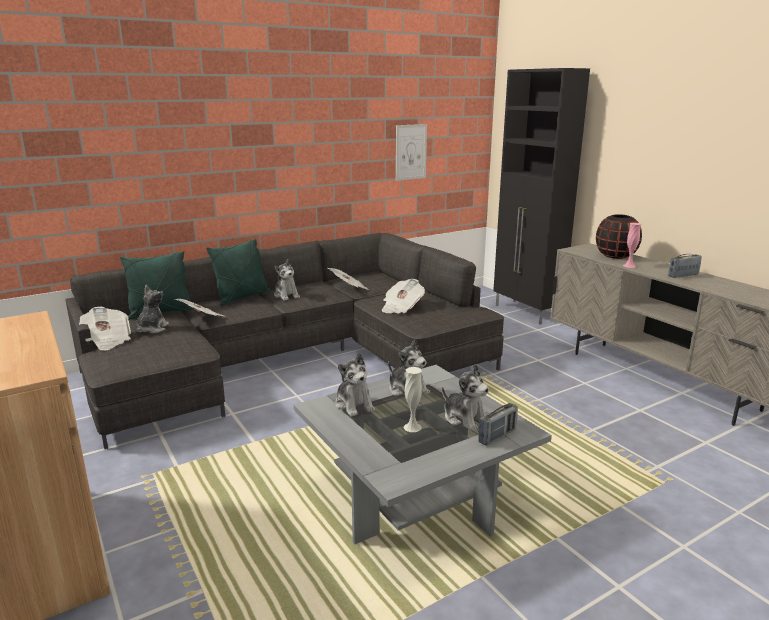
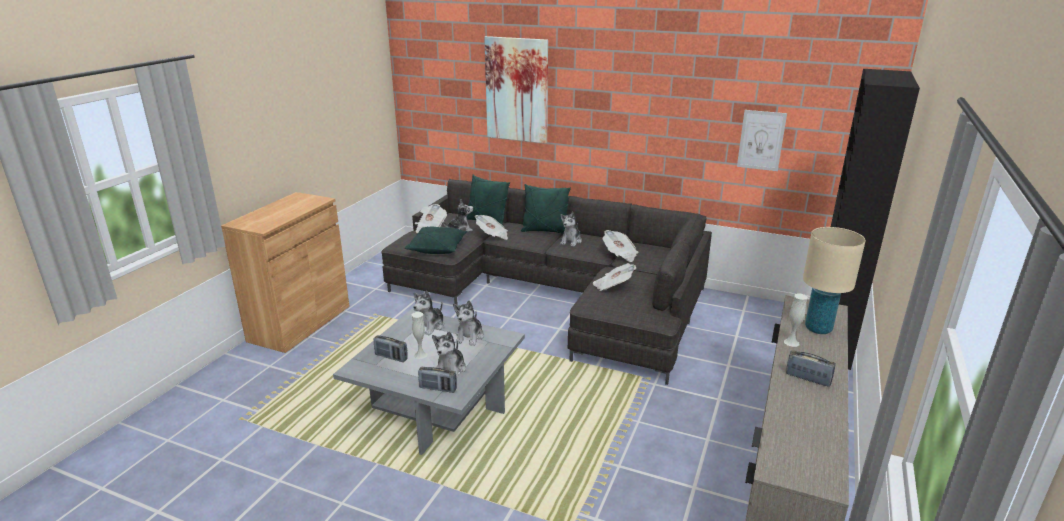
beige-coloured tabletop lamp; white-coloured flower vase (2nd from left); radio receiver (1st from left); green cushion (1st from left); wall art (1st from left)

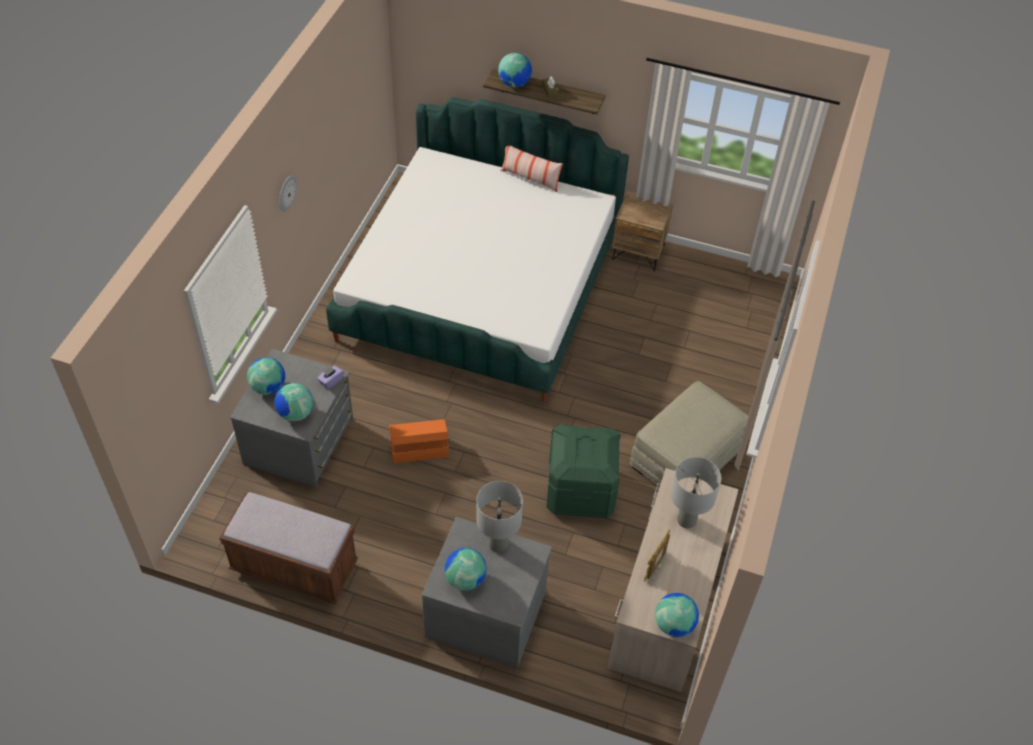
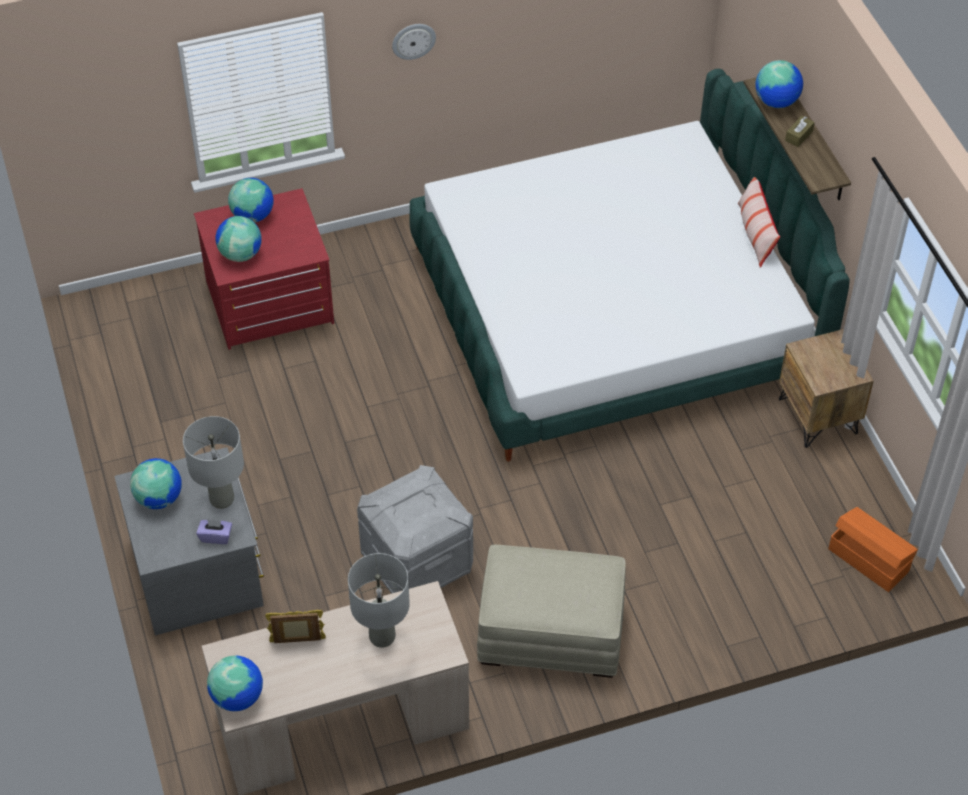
brown-coloured bench; red dresser; purplish tissue holder; orangey storage container; gray storage container

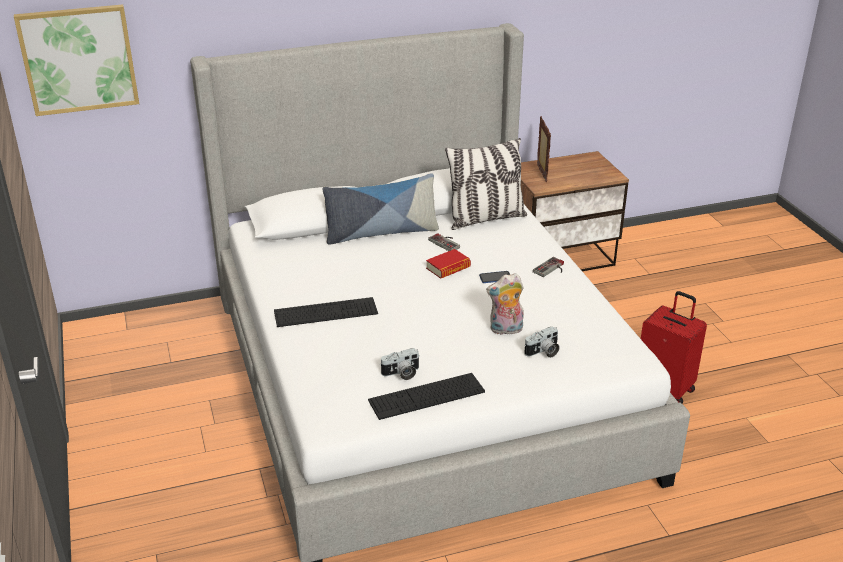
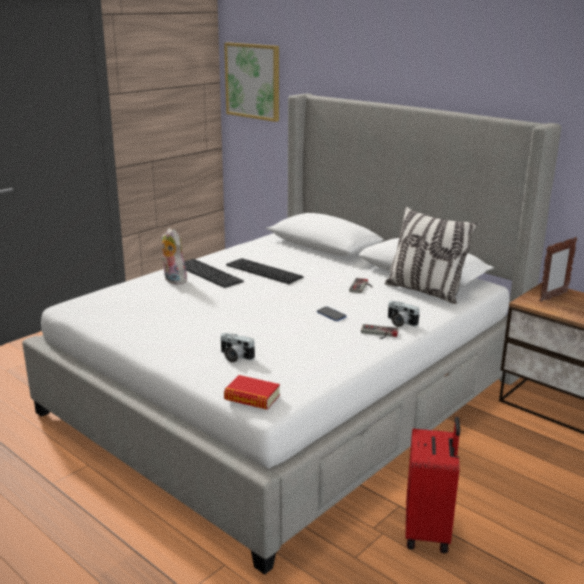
cushion (1st from left in the first image); PC keyboard (2nd from left); still camera (2nd from left); book; soft toy

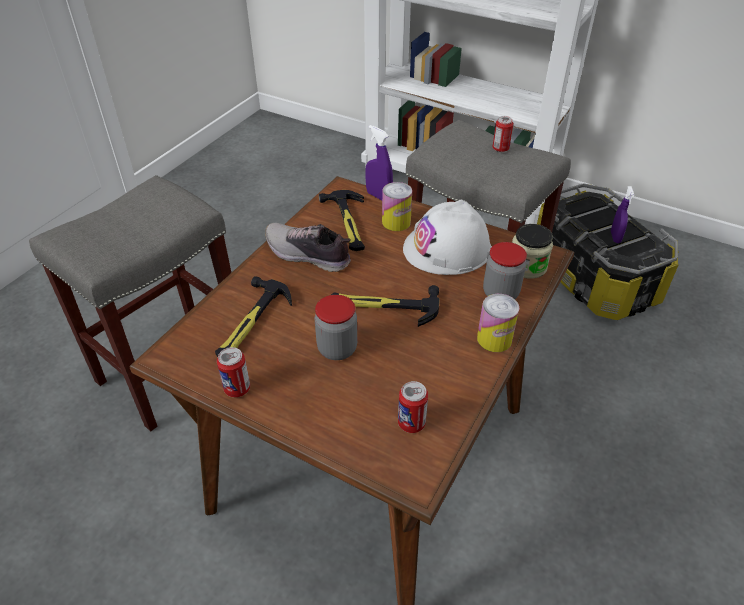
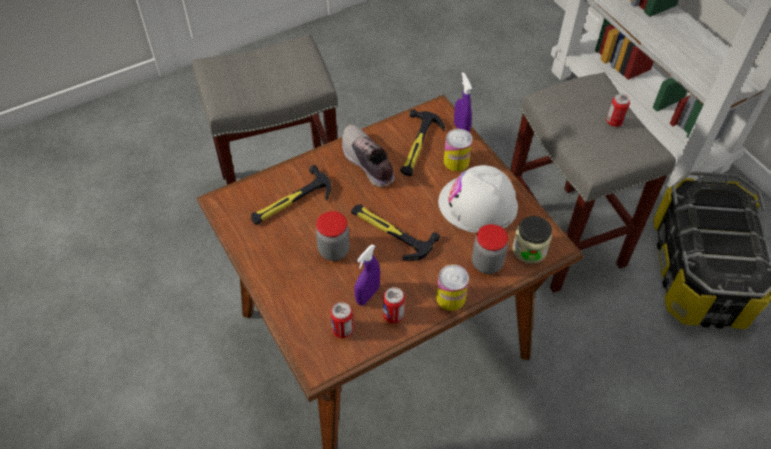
can (2nd from left); purplish spray bottle (1st from left)

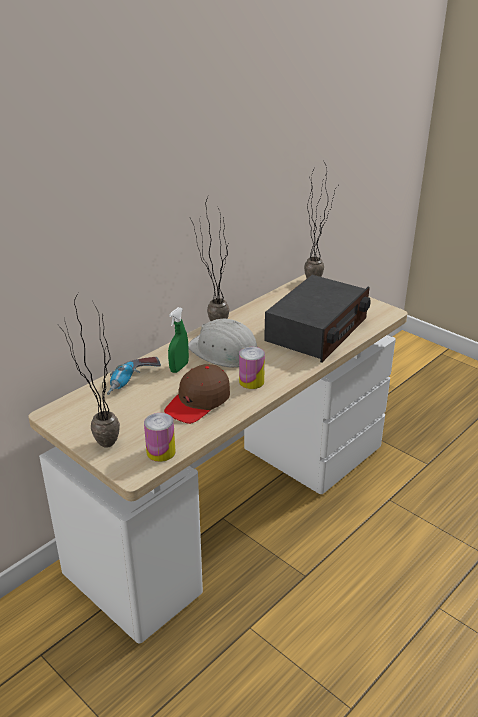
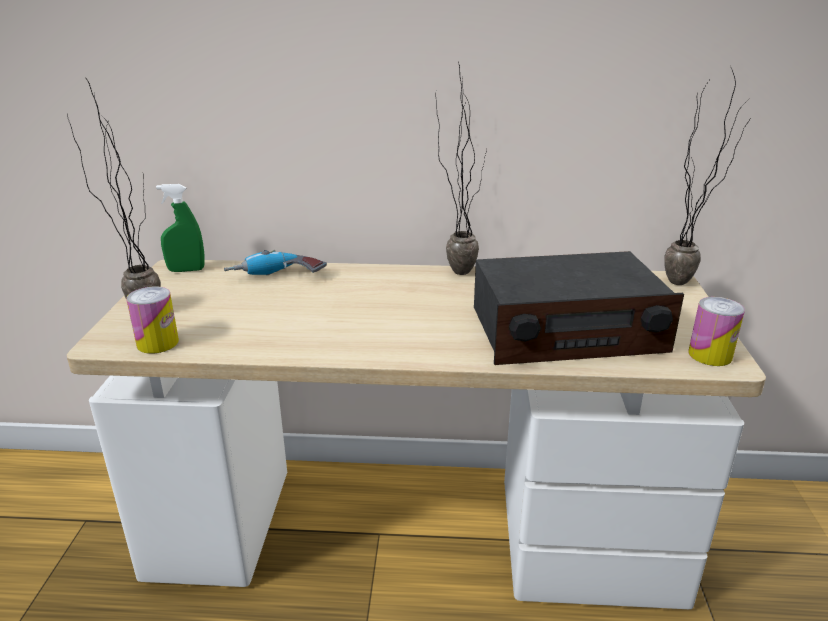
brown-coloured baseball cap; green spray bottle; white-coloured hard hat; can (2nd from left)

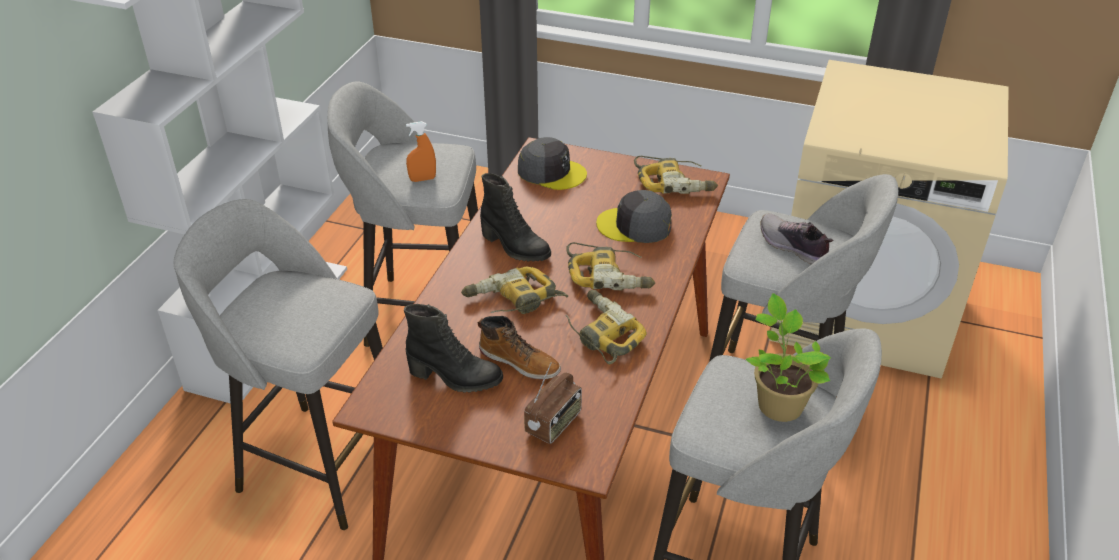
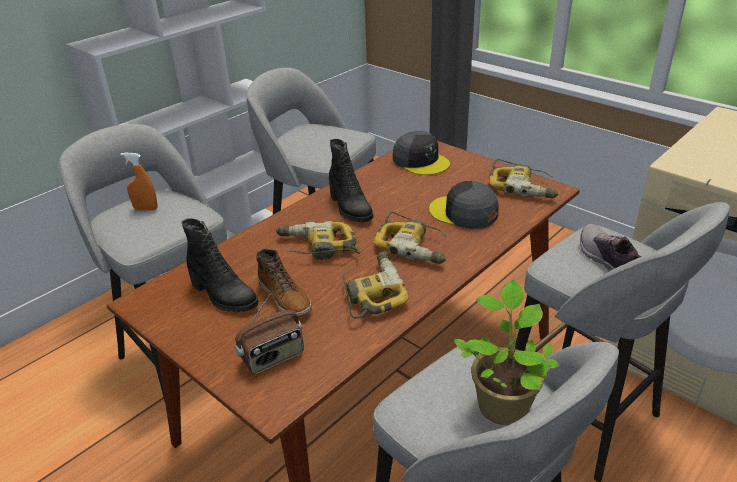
orangey spray bottle

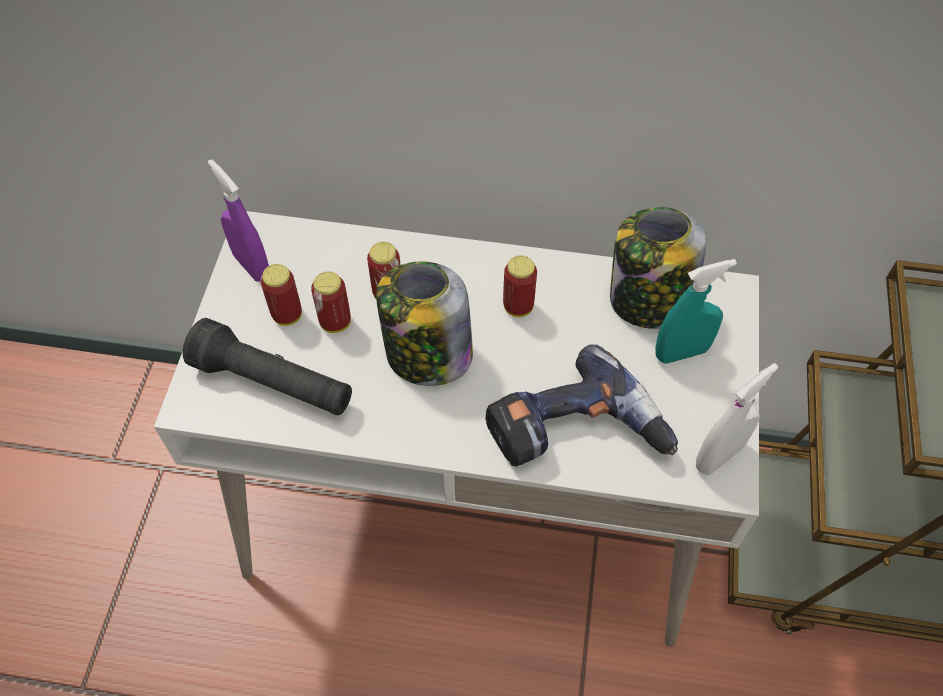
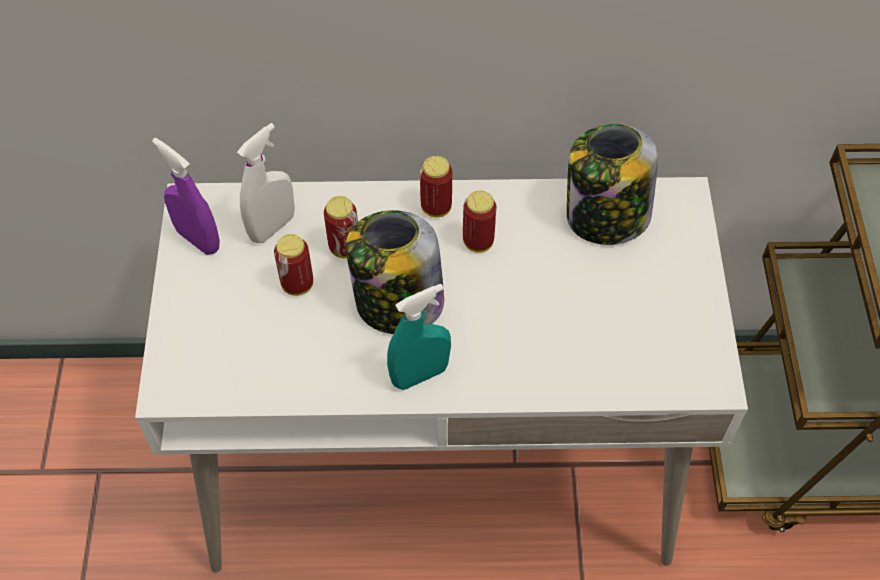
black hand torch; can (3rd from left); drill; turquoise-coloured spray bottle; white-coloured spray bottle

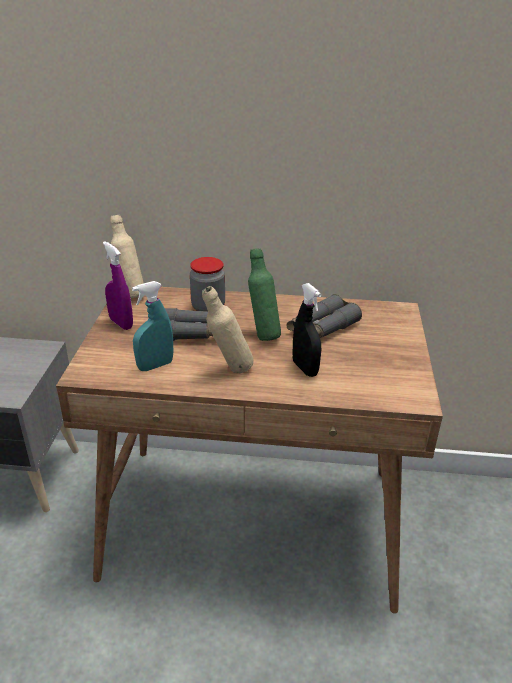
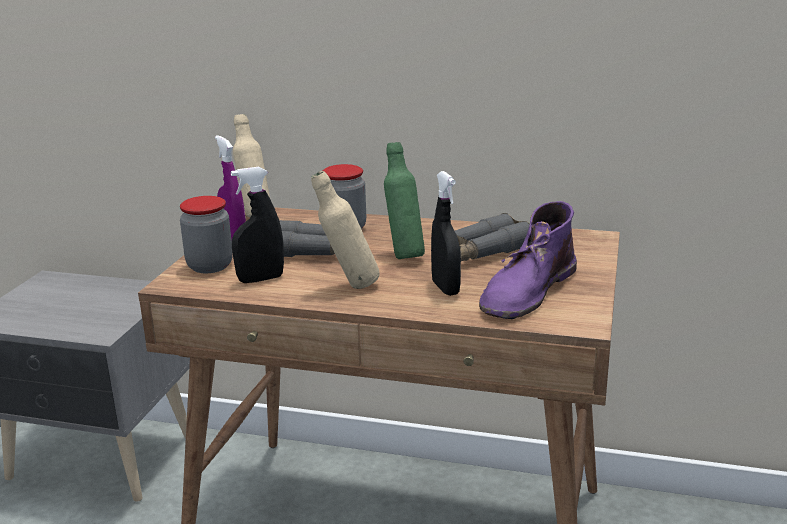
black spray bottle (1st from left); preserve jar (1st from left); purplish boot

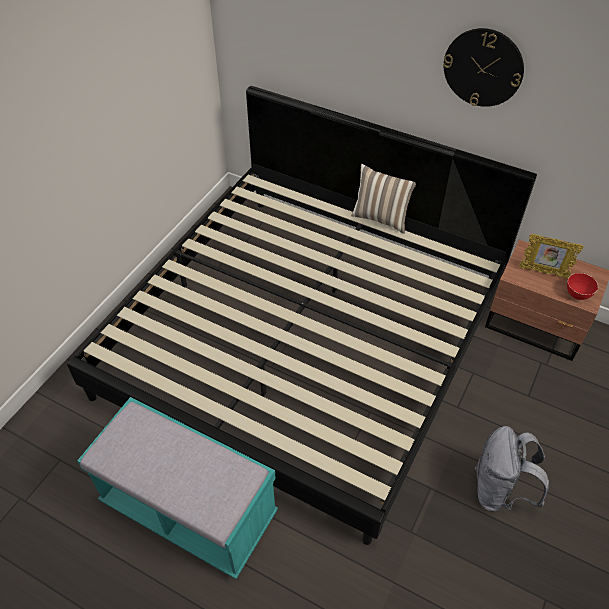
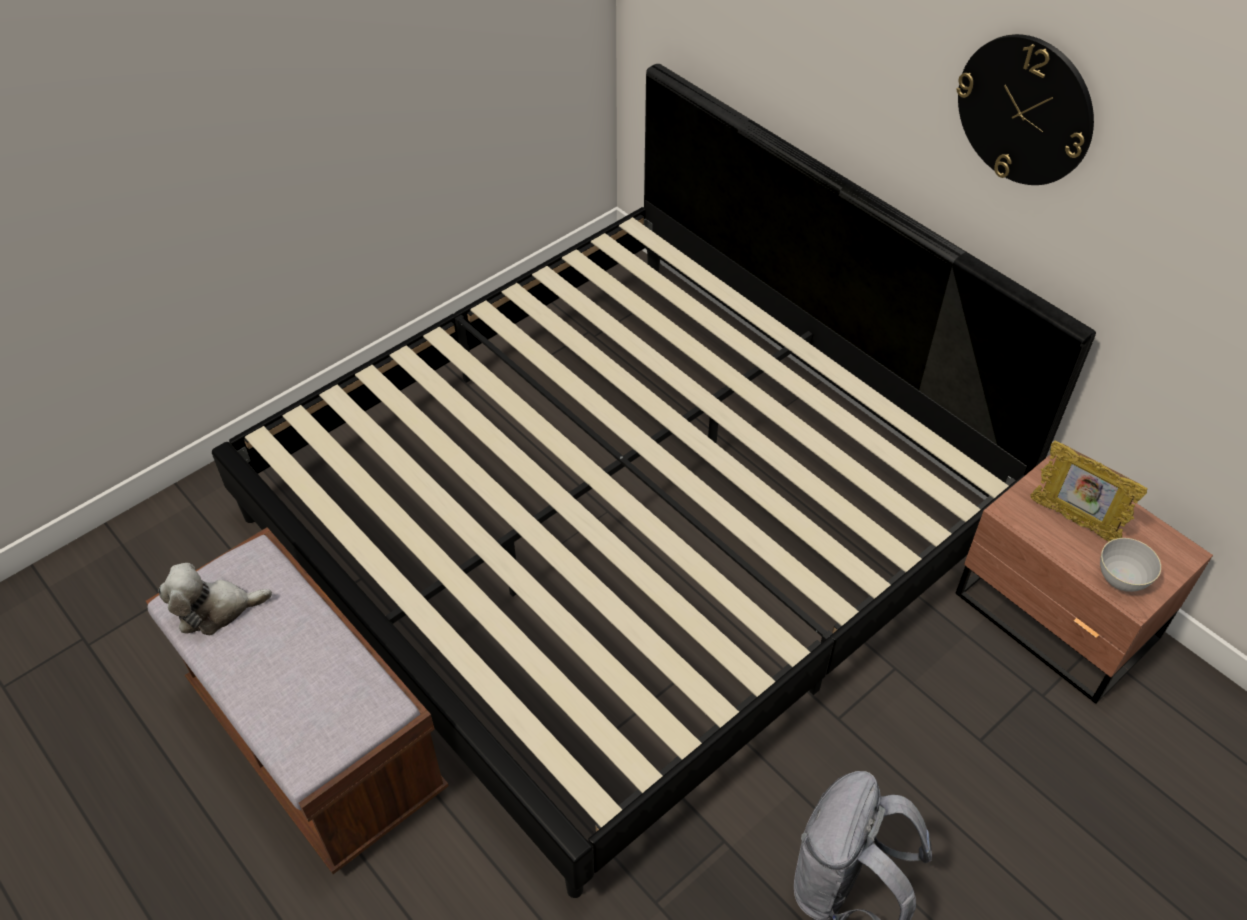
brown-coloured bench; cushion; gray bowl; soft toy

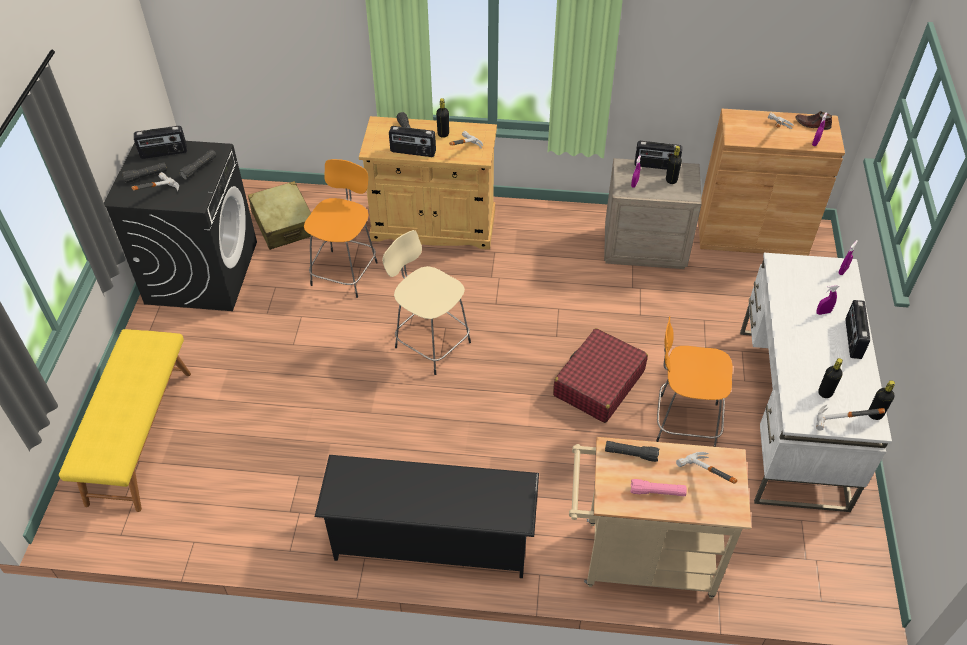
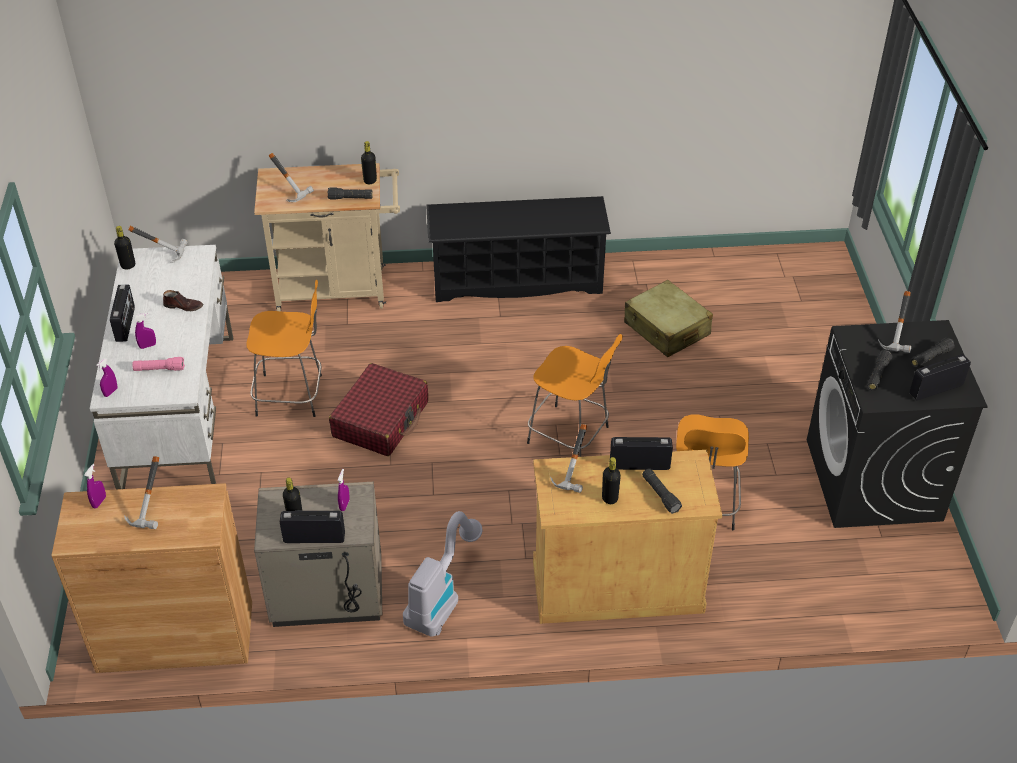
yellow-coloured bench; beige-coloured travel case; orangey stool (2nd from left); pinkish hand torch; brown-coloured shoe; black bottle (3rd from left); vacuum cleaner

